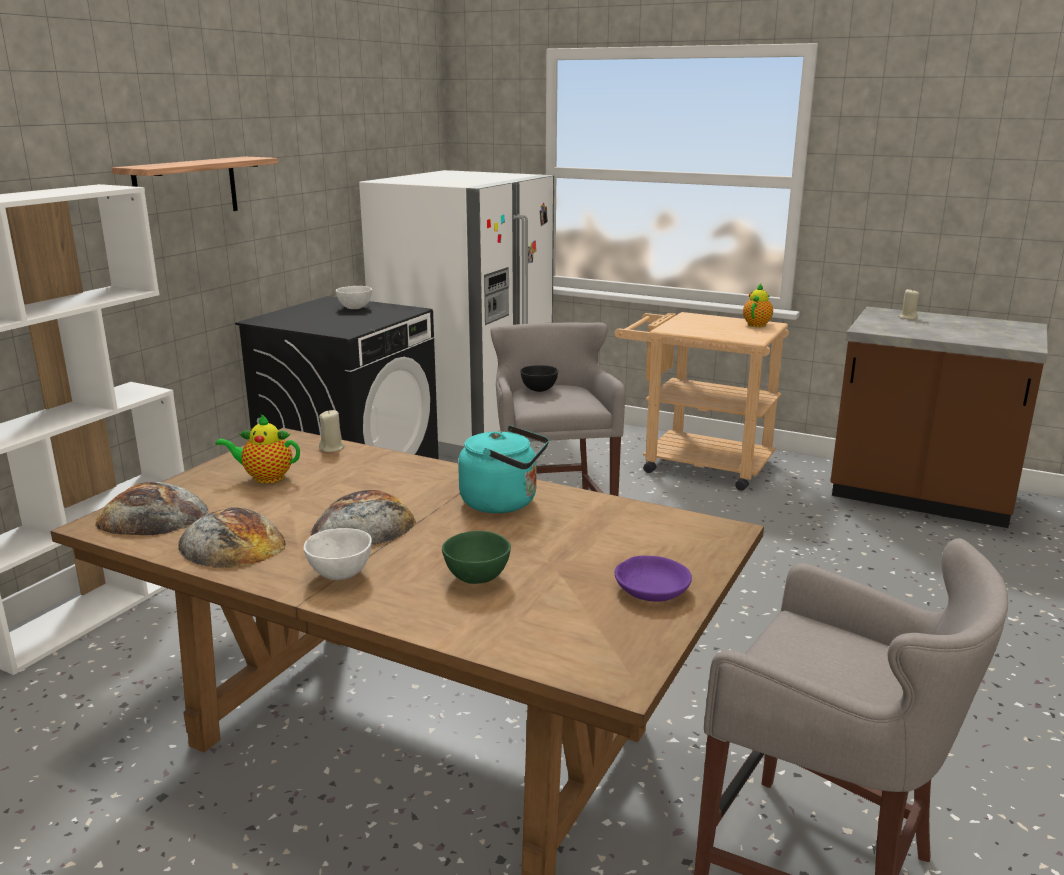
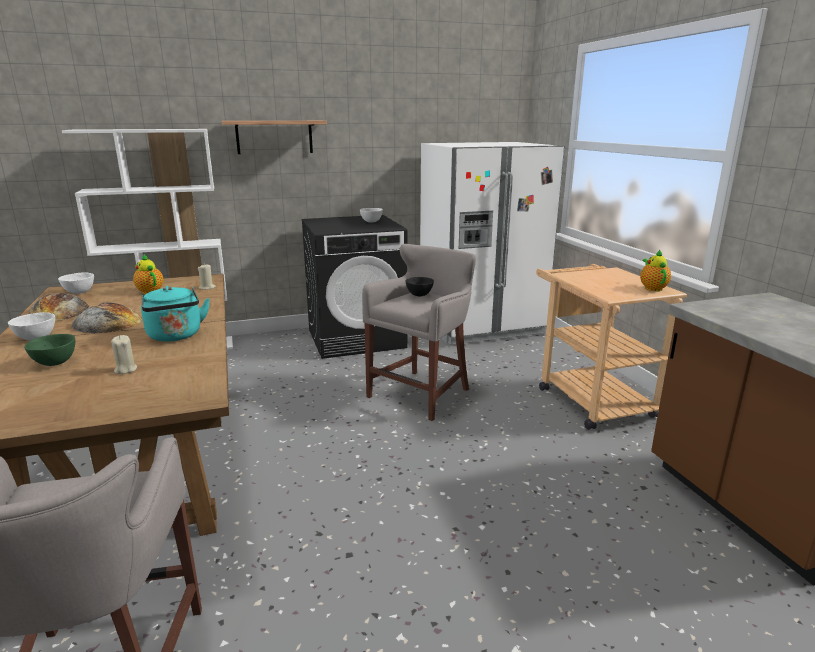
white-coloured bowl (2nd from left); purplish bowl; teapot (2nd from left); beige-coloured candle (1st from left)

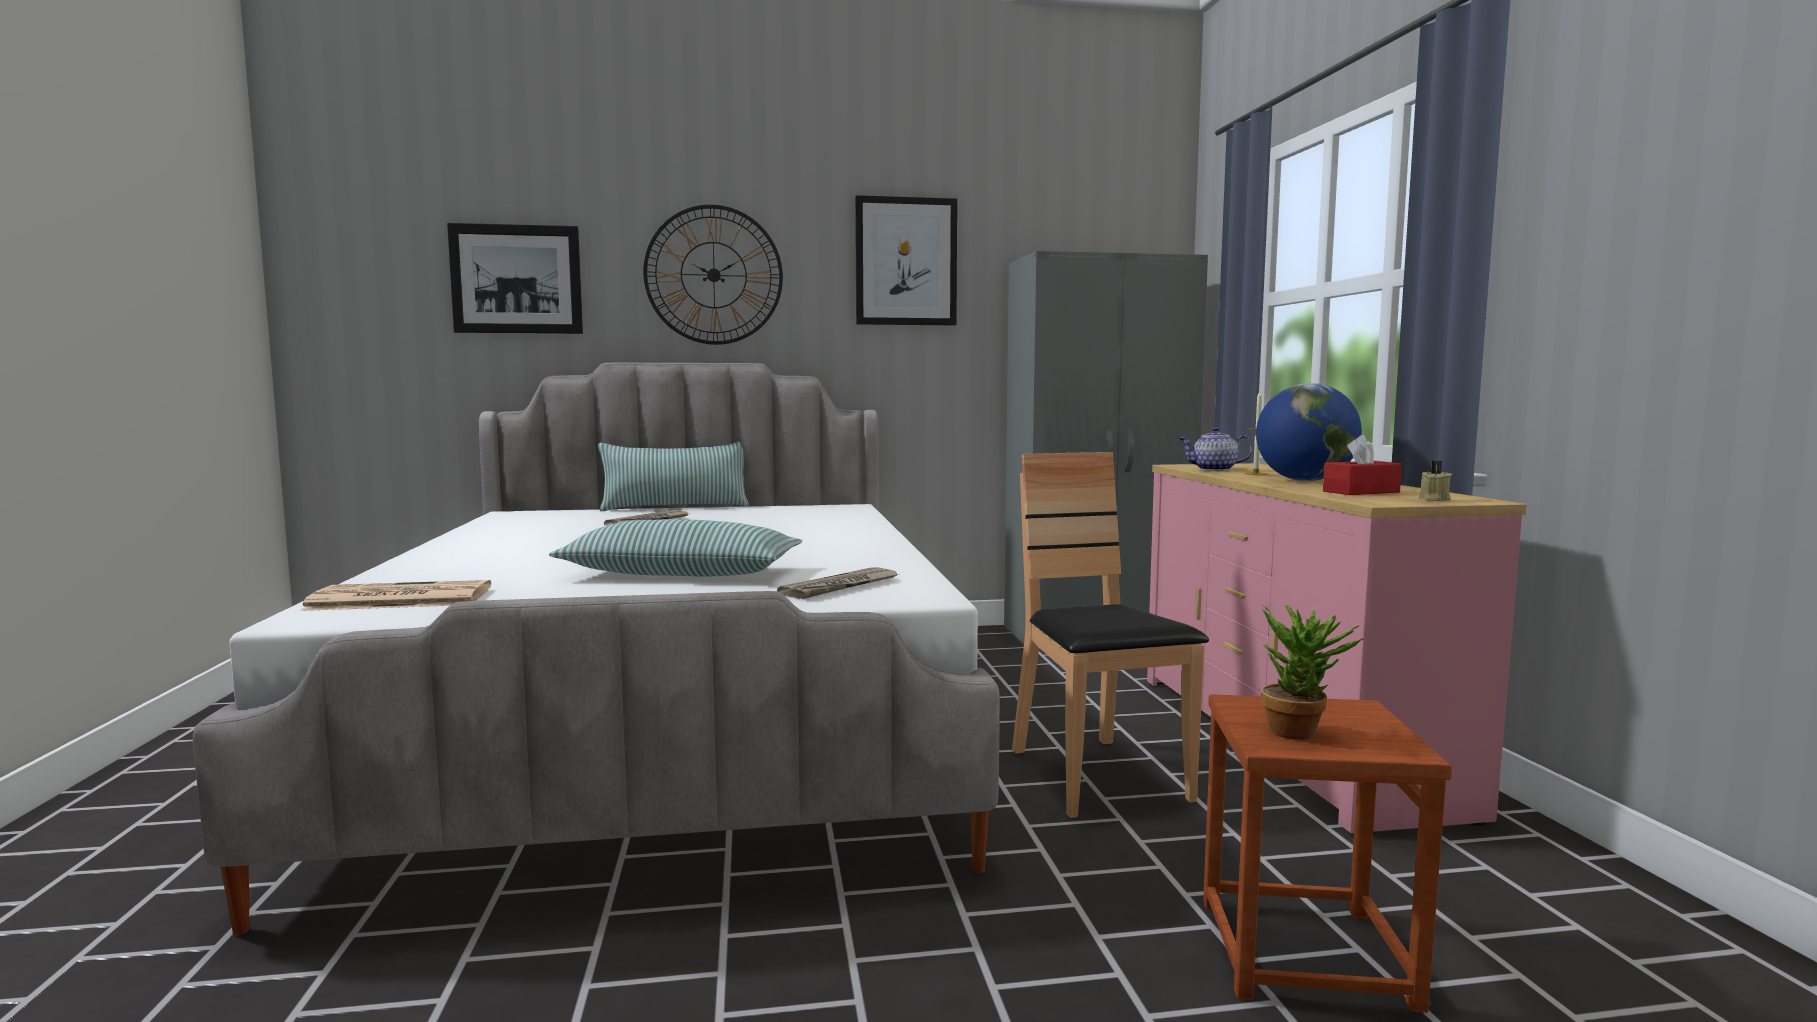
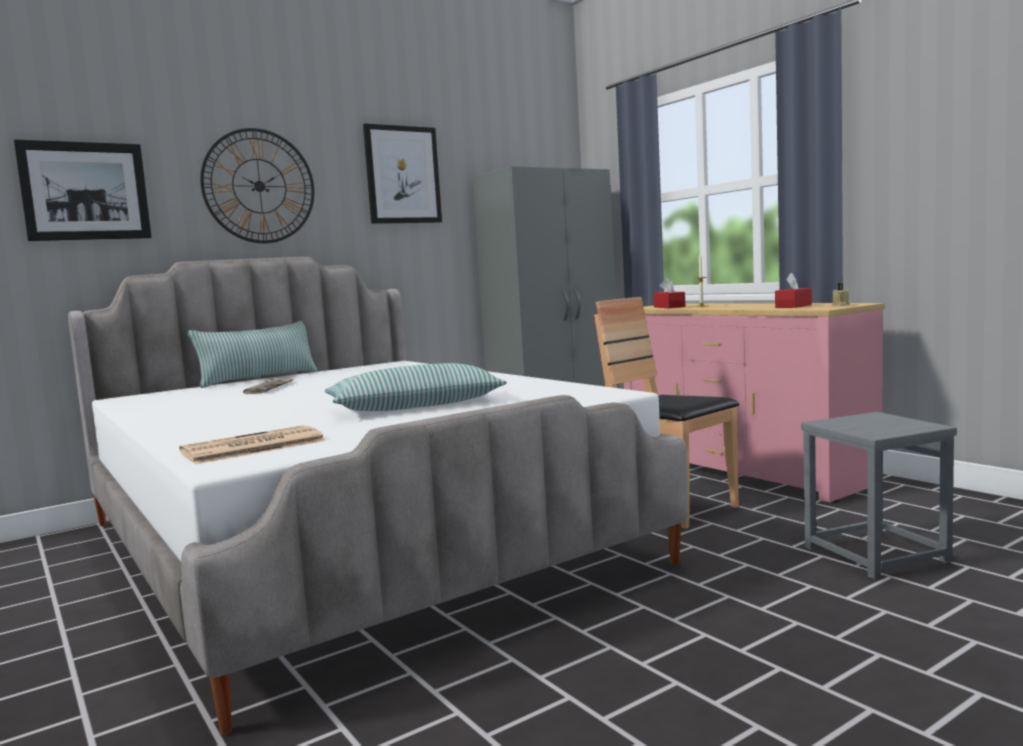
newspaper (3rd from left in the first image); red tissue holder (1st from left); gray stool; globe; potted plant

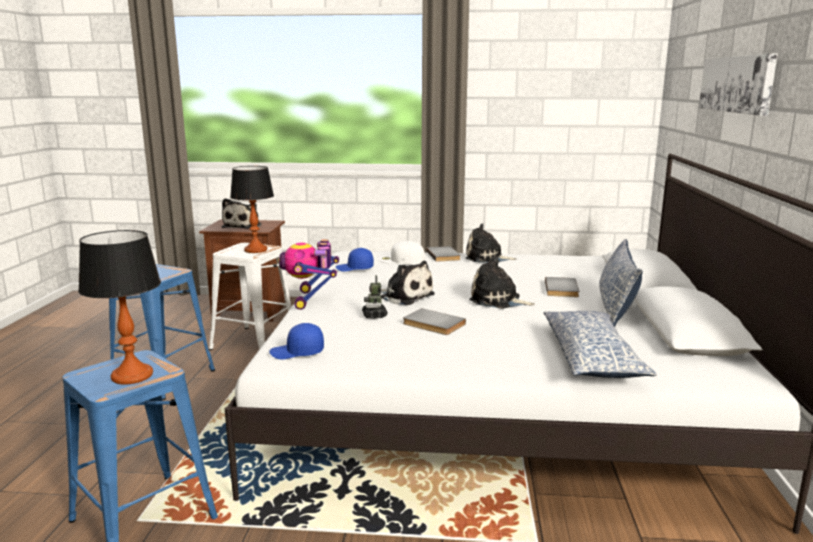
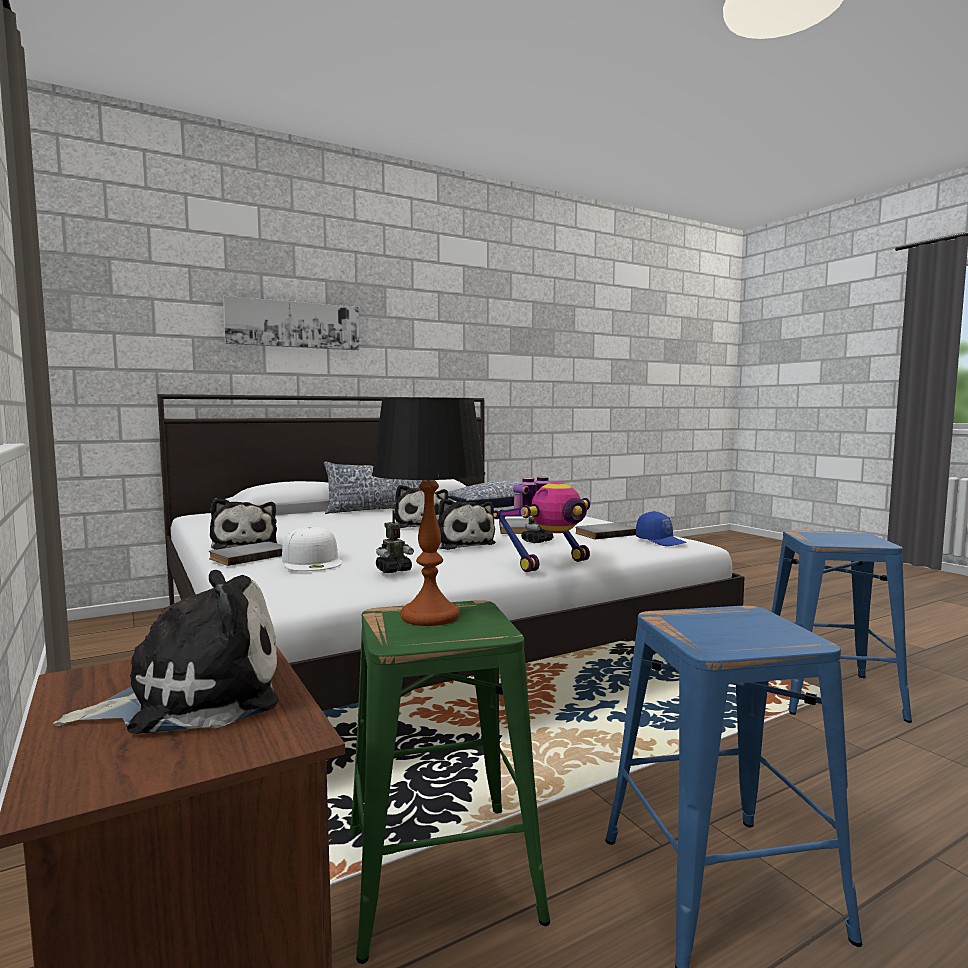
tabletop lamp (1st from left in the first image); green stool; toy robot (1st from left); soft toy (4th from left); gray book (3rd from left)

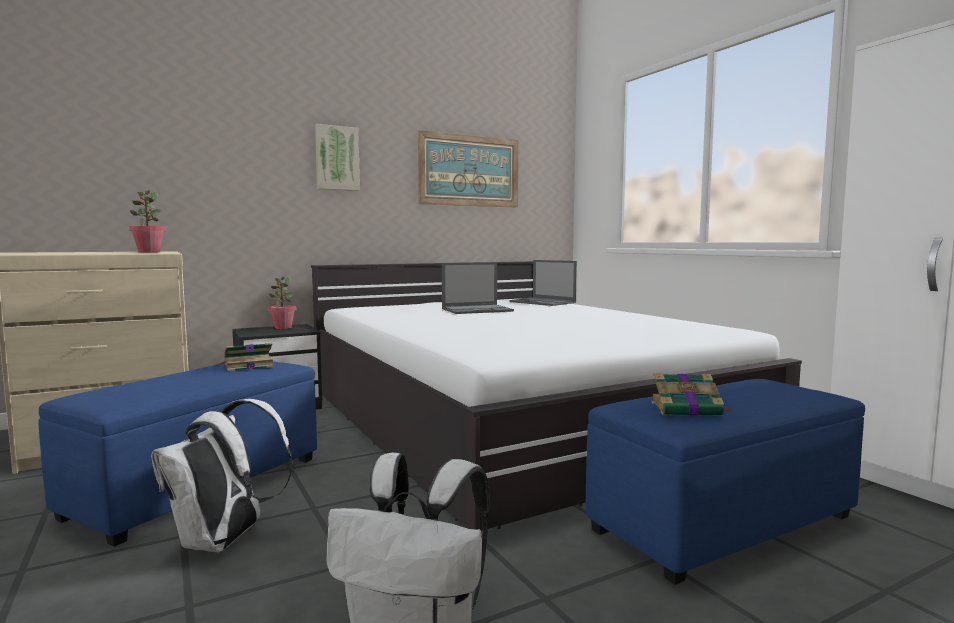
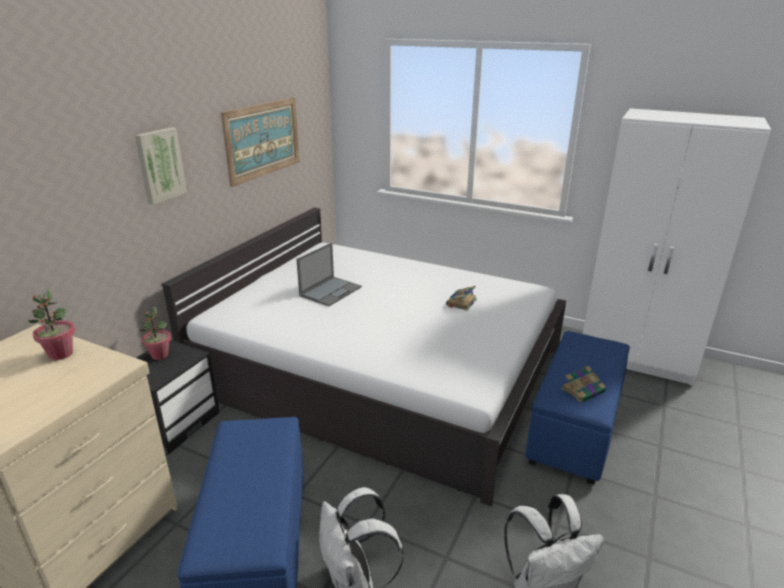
book (1st from left); laptop (2nd from left in the first image)

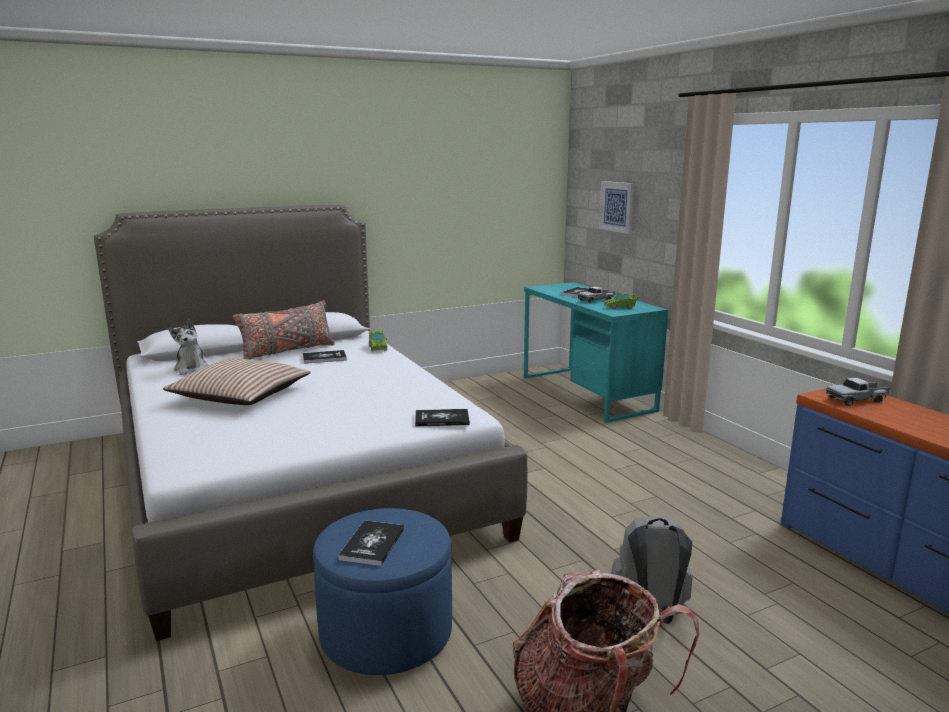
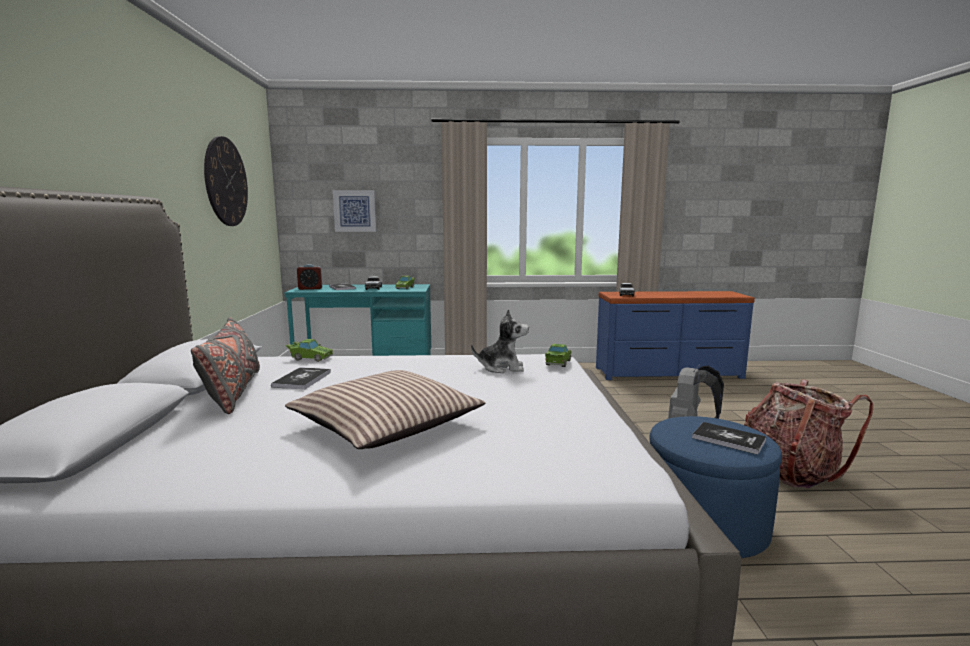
soft toy; green model car (3rd from left); hanging clock; table clock

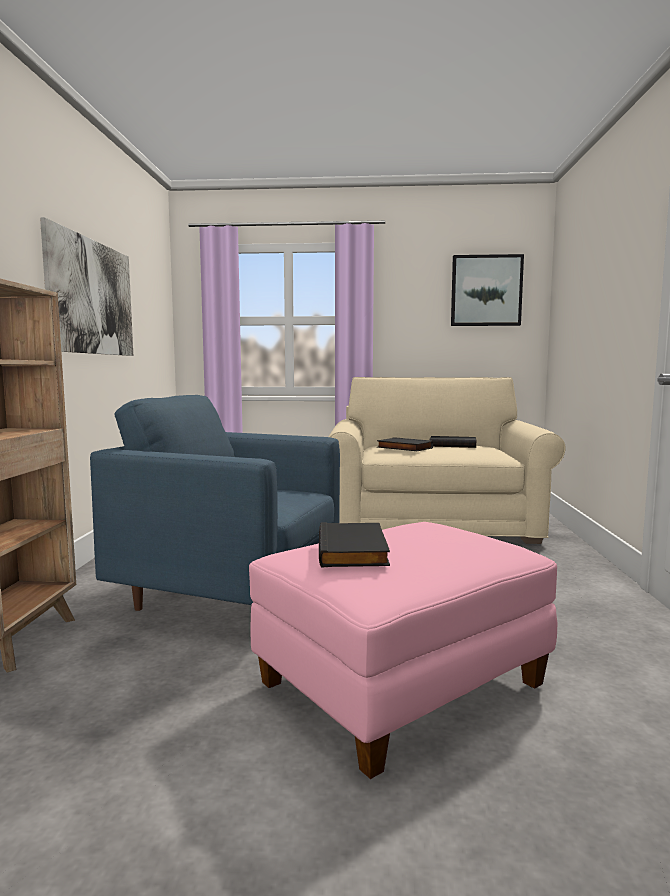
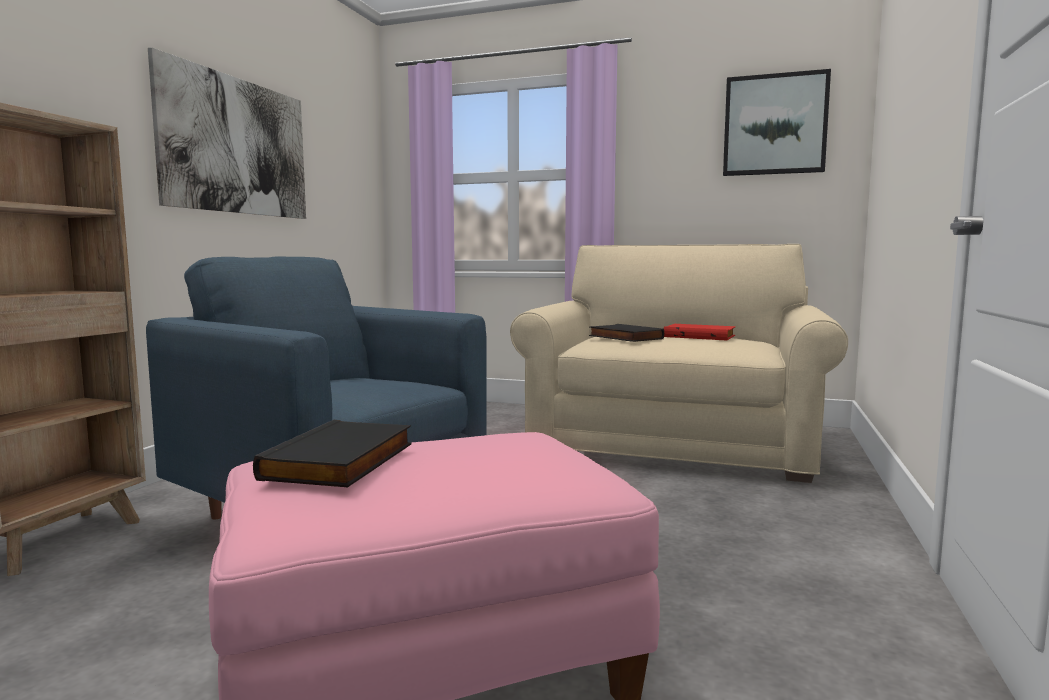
red book

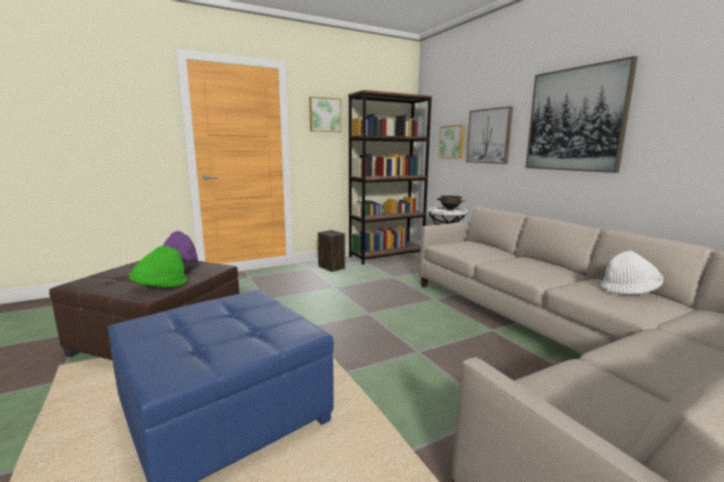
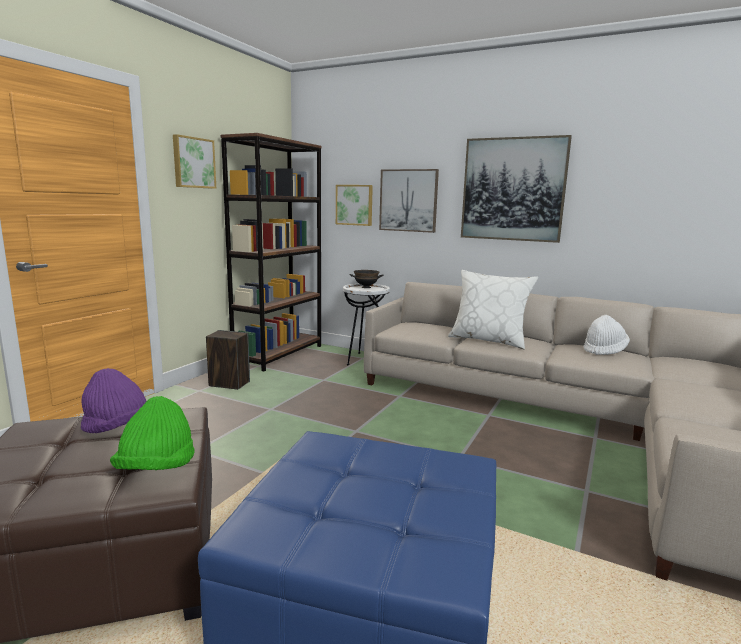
white-coloured cushion

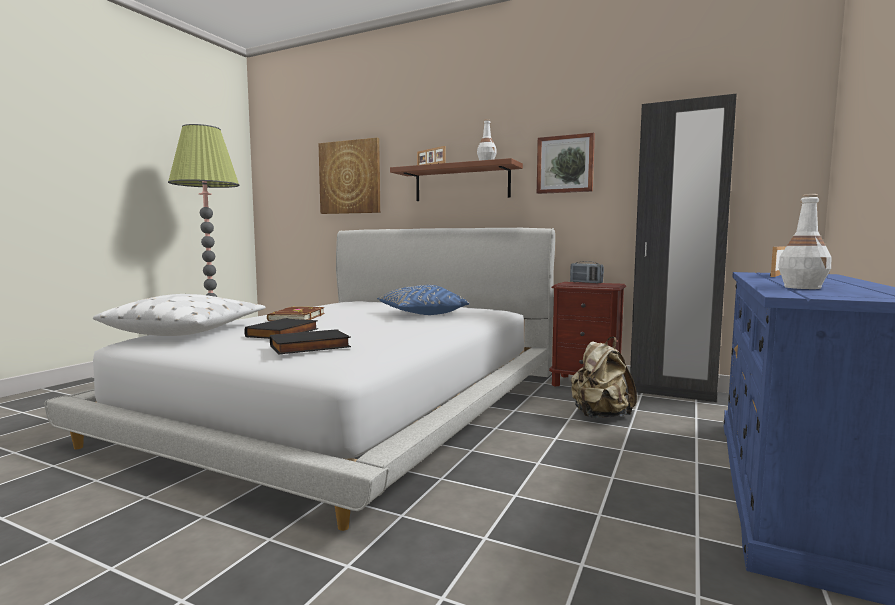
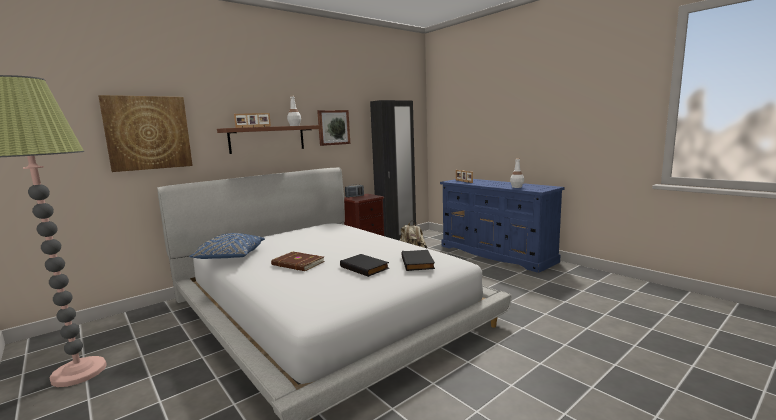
white-coloured cushion; blue cushion

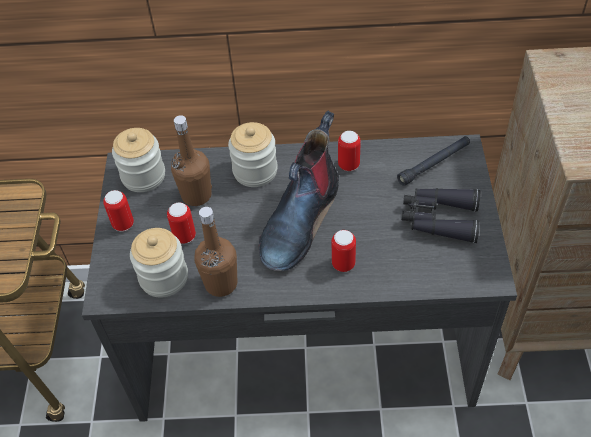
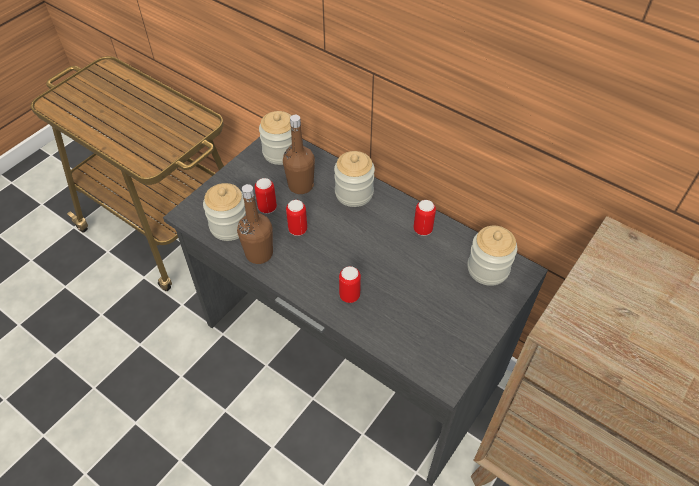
can (2nd from left); boot; preserve jar (4th from left); black binoculars

